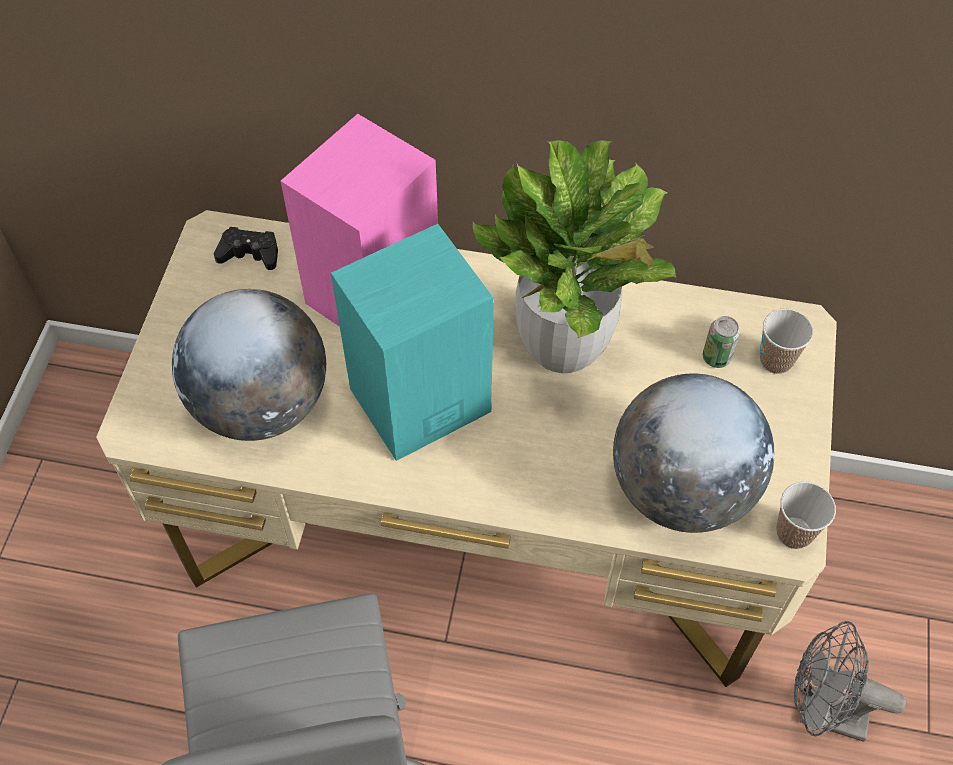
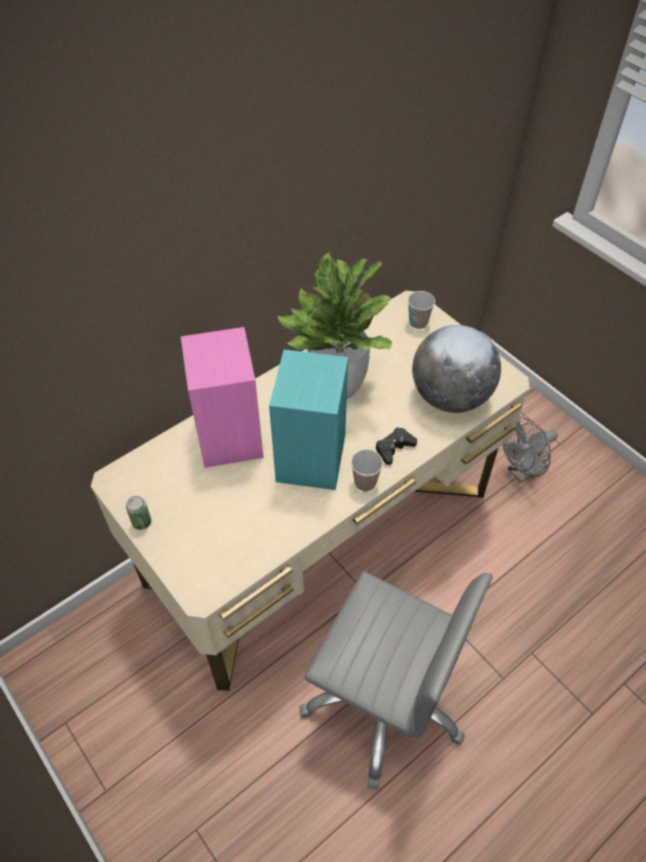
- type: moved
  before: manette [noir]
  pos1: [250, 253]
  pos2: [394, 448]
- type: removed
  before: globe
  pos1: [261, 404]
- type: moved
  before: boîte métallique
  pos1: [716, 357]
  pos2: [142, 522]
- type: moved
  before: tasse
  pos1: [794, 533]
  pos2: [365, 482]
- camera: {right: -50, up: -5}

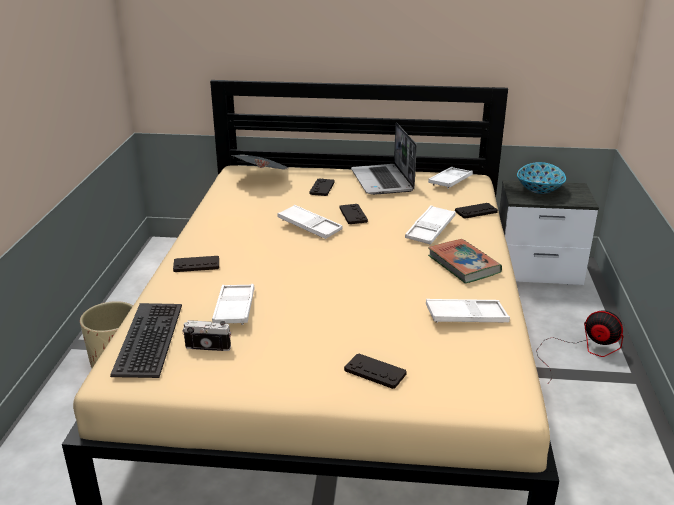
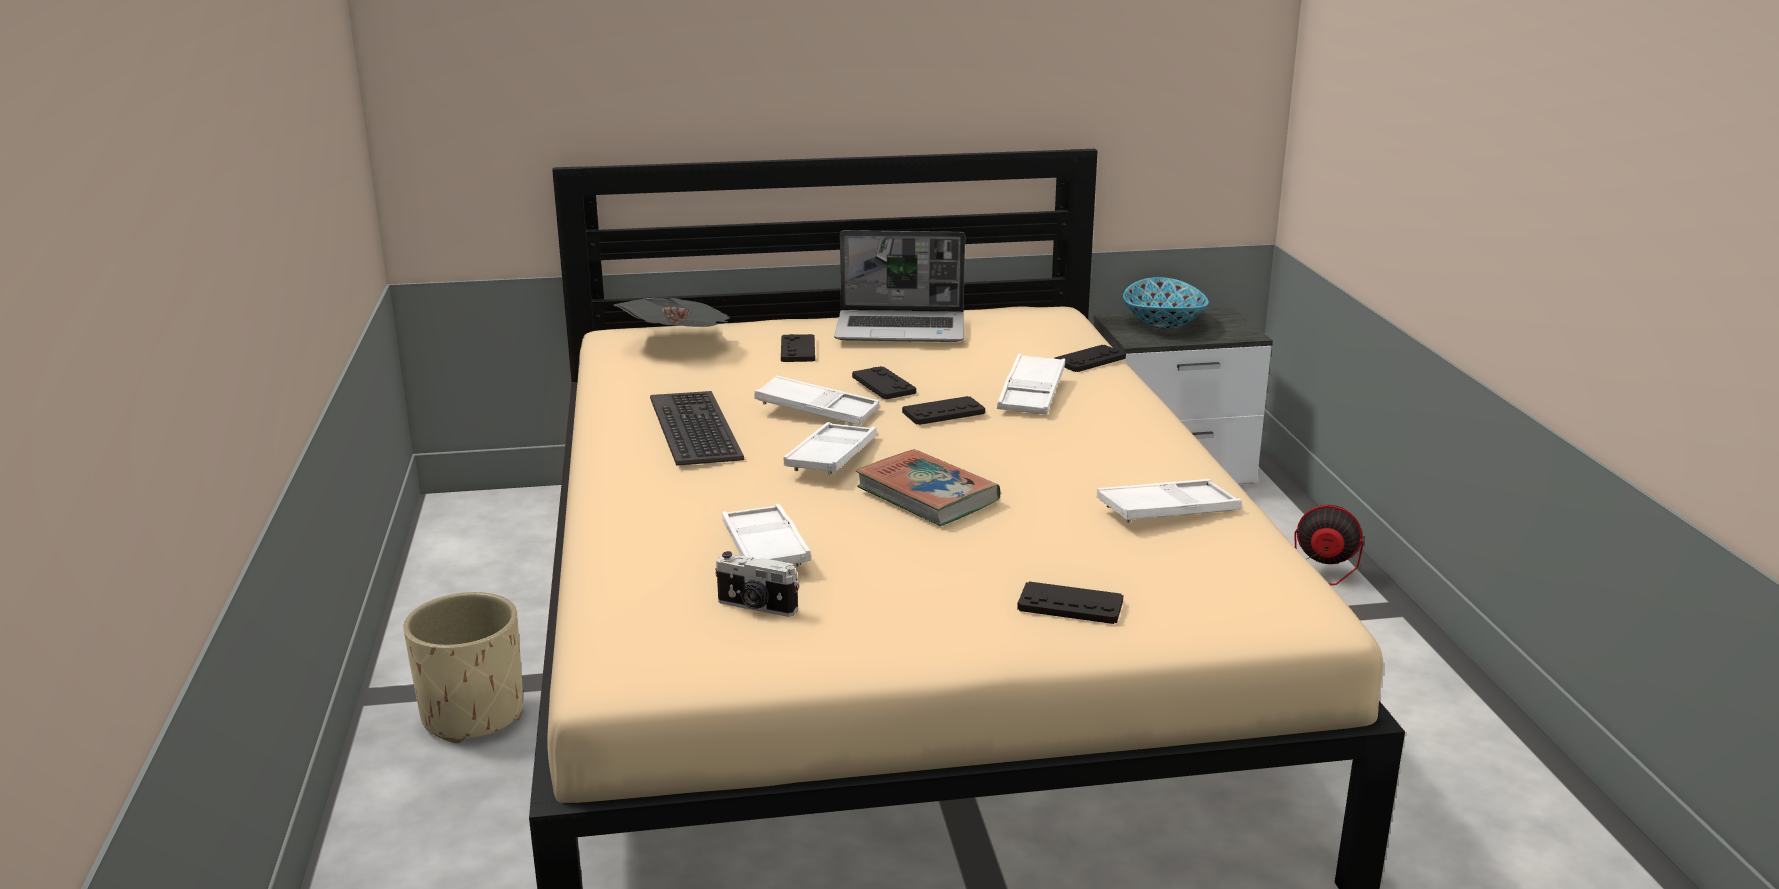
- type: turned
  before: ordinateur portable
  pos1: [383, 181]
  pos2: [902, 329]
  turn: -60
- type: moved
  before: plateau [blanc]
  pos1: [450, 181]
  pos2: [831, 456]
- type: moved
  before: livre
  pos1: [463, 265]
  pos2: [927, 495]
- type: moved
  before: manette [noir]
  pos1: [196, 265]
  pos2: [943, 412]
- type: moved
  before: clavier
  pos1: [150, 339]
  pos2: [696, 429]
- type: turned
  before: appareil photo
  pos1: [208, 346]
  pos2: [756, 607]
  turn: -150
- camera: {right: -15, up: -5}

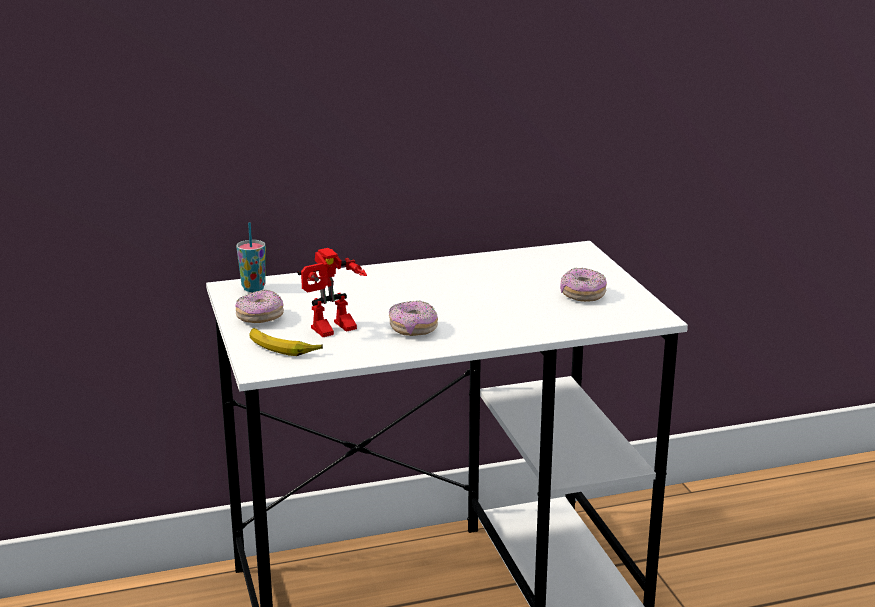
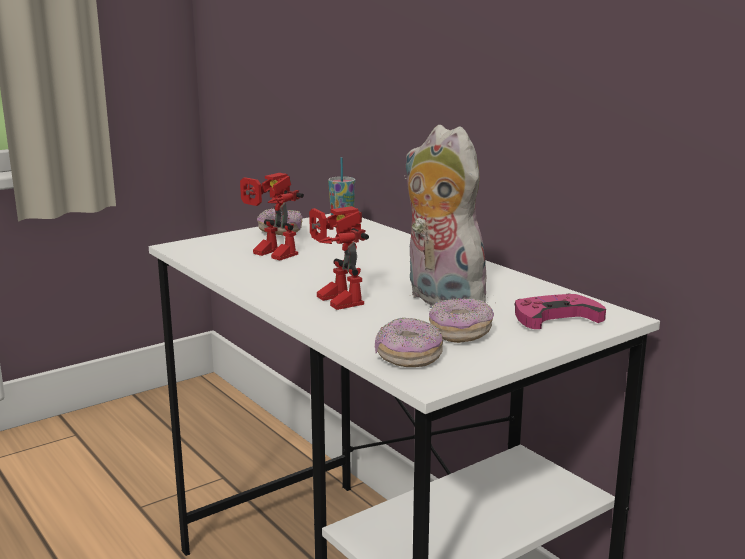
- type: moved
  before: beignet
  pos1: [413, 329]
  pos2: [408, 357]
- type: removed
  before: banane
  pos1: [282, 347]
- type: added
  after: peluche
  pos2: [439, 299]
- type: added
  after: robot jouet
  pos2: [332, 300]
- type: added
  after: manette [rose]
  pos2: [555, 318]
- camera: {right: 70, up: -5}

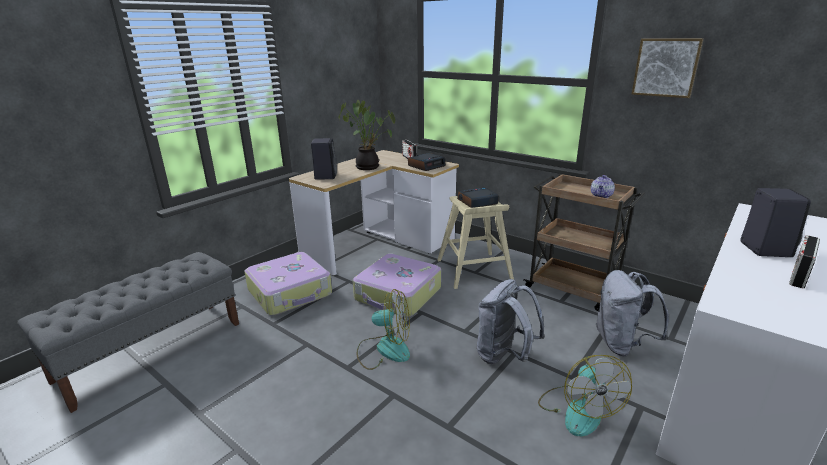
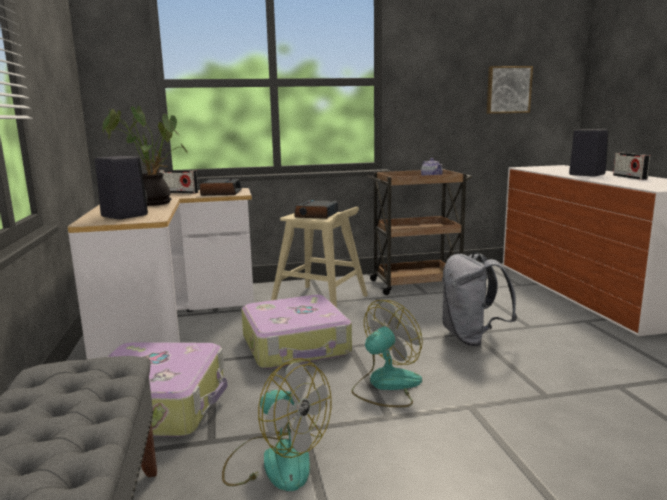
- type: moved
  before: tableau
  pos1: [666, 67]
  pos2: [508, 90]
- type: removed
  before: sac à dos [gris]
  pos1: [621, 344]
- type: moved
  before: ventilateur
  pos1: [578, 410]
  pos2: [275, 461]
- camera: {right: -50, up: -10}

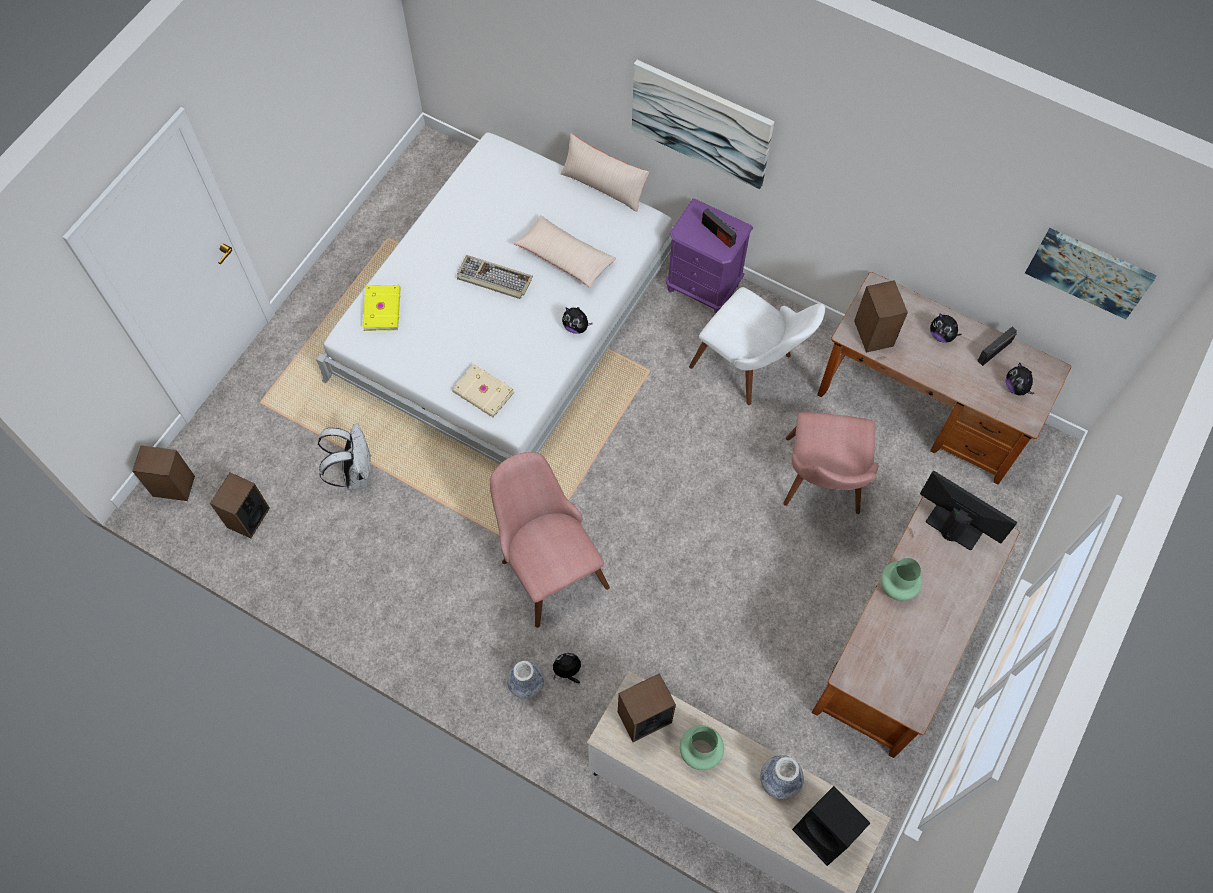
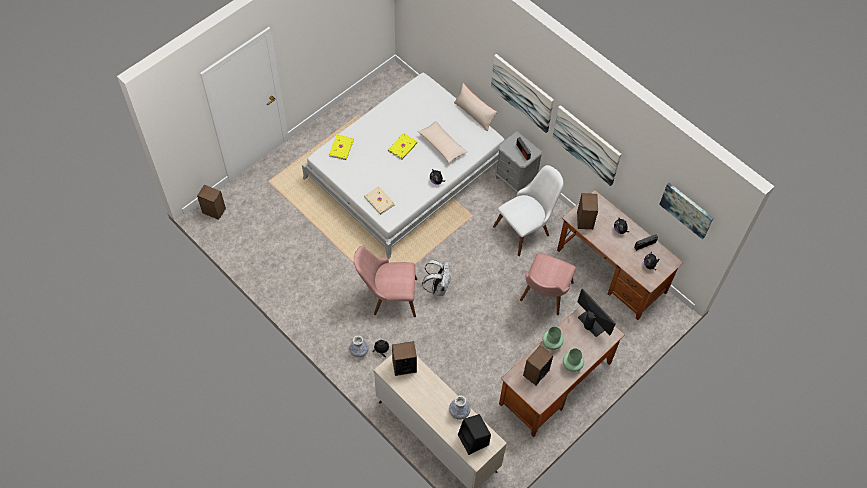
- type: recoloured
  before: table de chevet [violet]
  after: table de chevet [gris]
  pos1: [703, 287]
  pos2: [515, 180]
- type: replaced
  before: clavier
  after: livre [jaune]
  pos1: [493, 279]
  pos2: [402, 147]
- type: turned
  before: chaise [blanc]
  pos1: [751, 367]
  pos2: [527, 227]
  turn: -90
- type: moved
  before: sac à dos [blanc]
  pos1: [354, 472]
  pos2: [438, 287]
- type: turned
  before: chaise [rose]
  pos1: [547, 563]
  pos2: [388, 296]
  turn: -75
- type: moved
  before: enceinte
  pos1: [248, 517]
  pos2: [535, 373]
- type: moved
  before: vase [vert]
  pos1: [701, 752]
  pos2: [572, 365]
- type: added
  after: tableau
  pos2: [586, 145]
- camera: {right: 15, up: -5}

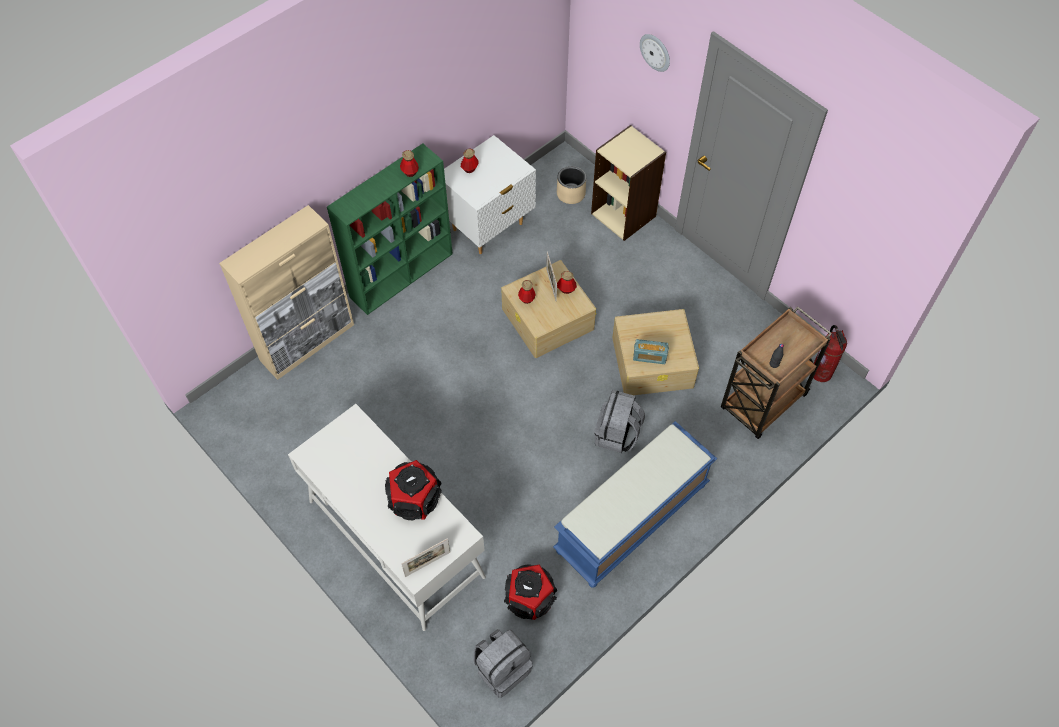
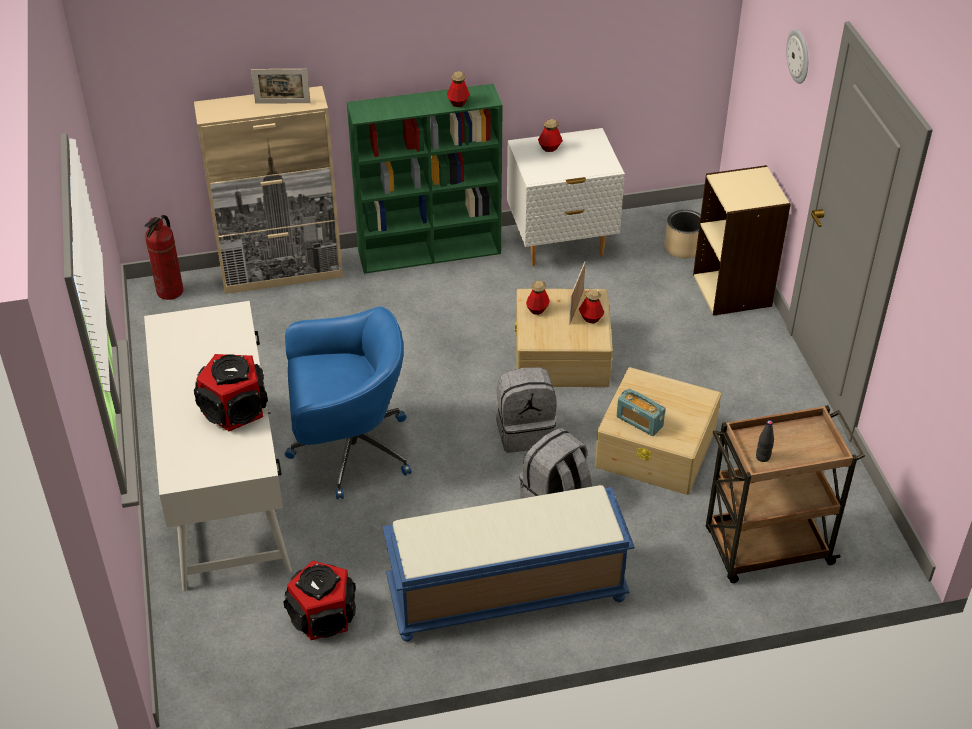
- type: moved
  before: extincteur
  pos1: [821, 373]
  pos2: [170, 291]
- type: moved
  before: cadre photo
  pos1: [427, 564]
  pos2: [282, 103]
- type: moved
  before: sac à dos [gris]
  pos1: [502, 668]
  pos2: [525, 432]
- type: added
  after: chaise de bureau [bleu]
  pos2: [348, 450]
- camera: {right: 30, up: -15}

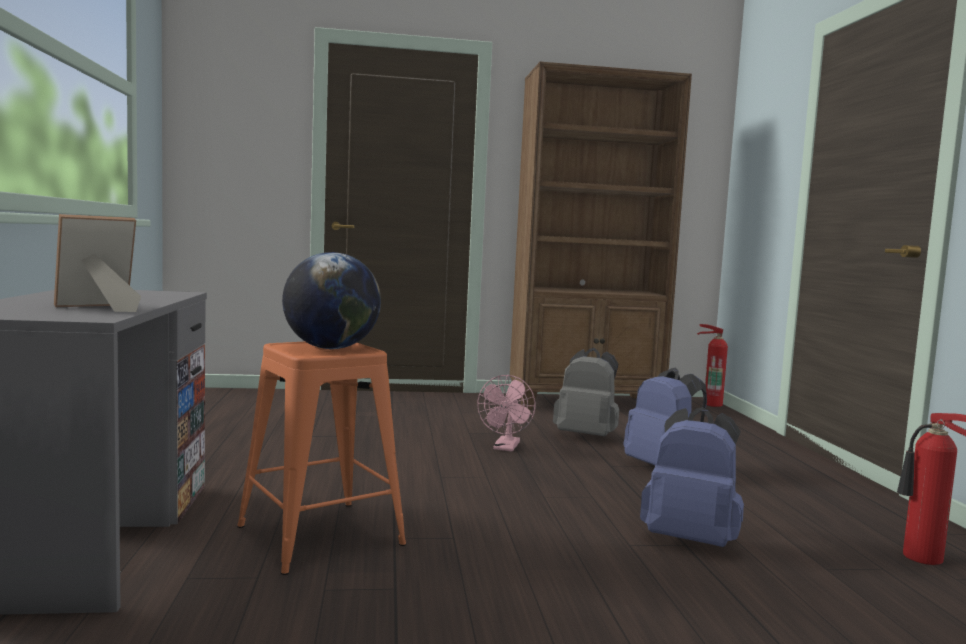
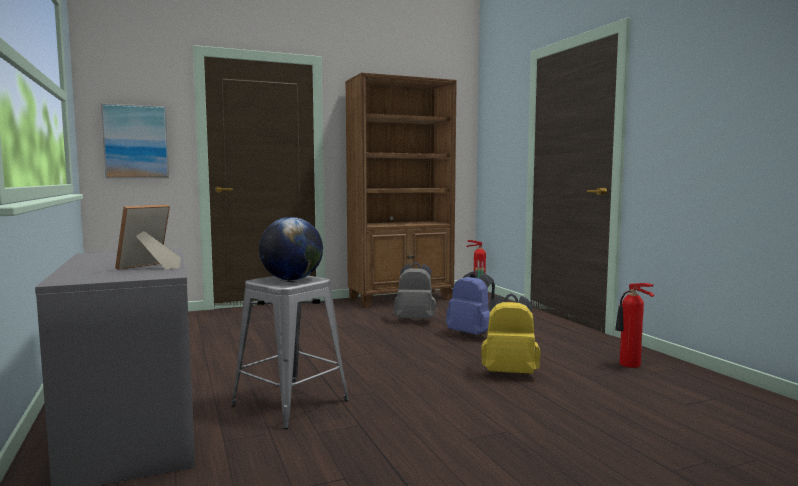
- type: recoloured
  before: tabouret [orange]
  after: tabouret [gris]
  pos1: [320, 535]
  pos2: [290, 403]
- type: removed
  before: ventilateur [rose]
  pos1: [506, 448]
- type: recoloured
  before: sac à dos [bleu]
  after: sac à dos [jaune]
  pos1: [690, 540]
  pos2: [509, 373]
- type: added
  after: tableau
  pos2: [136, 142]
- camera: {right: -15, up: 0}

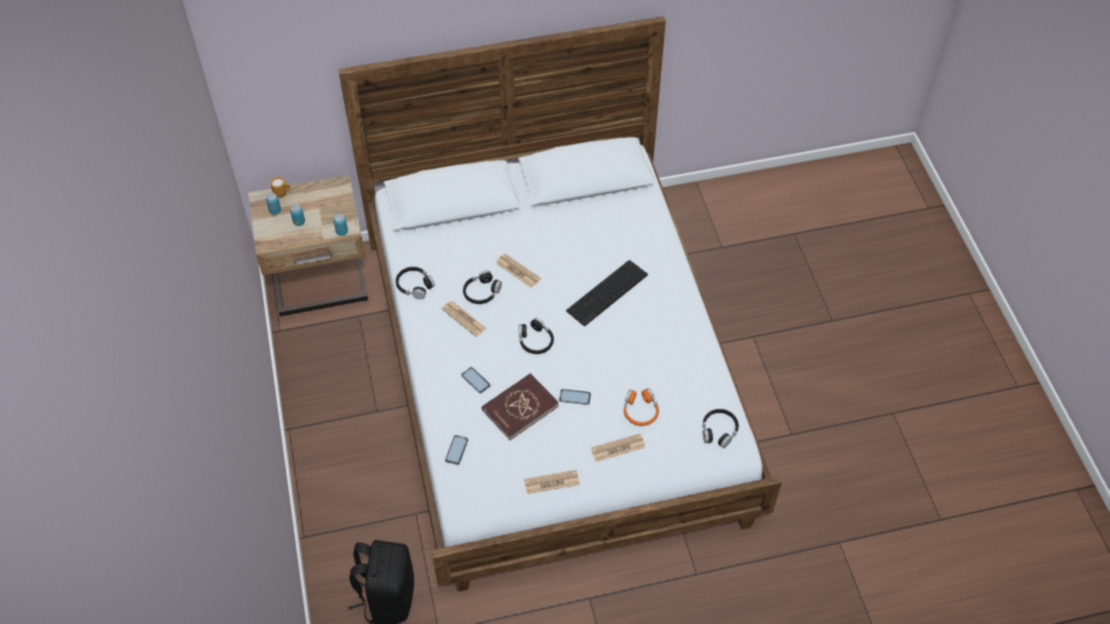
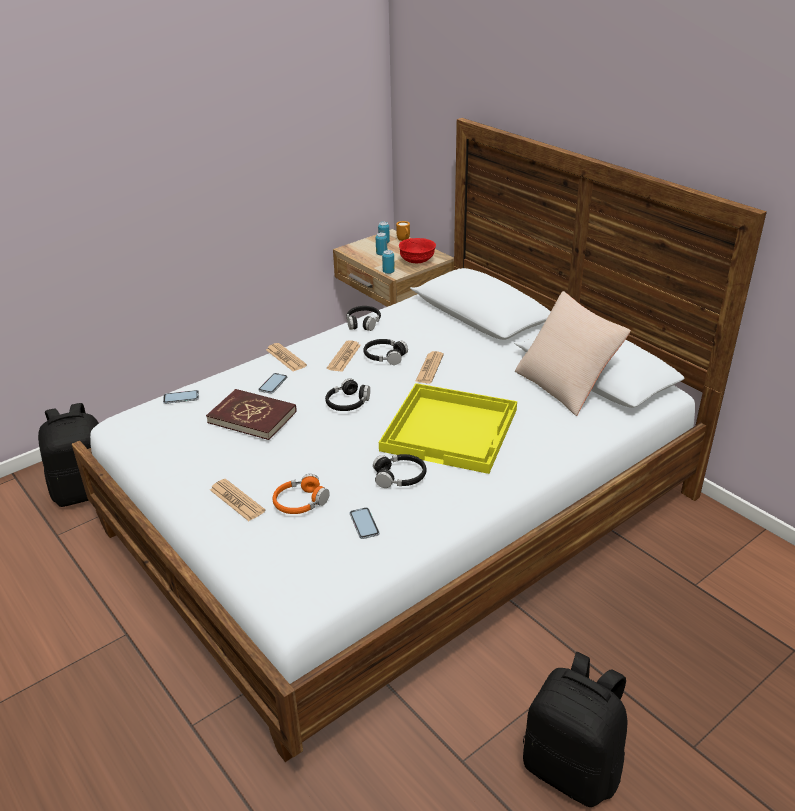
- type: replaced
  before: clavier
  after: plateau [jaune]
  pos1: [607, 292]
  pos2: [451, 429]
- type: moved
  before: téléphone
  pos1: [575, 397]
  pos2: [364, 524]
- type: moved
  before: casque audio [noir]
  pos1: [719, 431]
  pos2: [400, 477]
- type: moved
  before: journal
  pos1: [551, 482]
  pos2: [286, 358]
- type: added
  after: bol [rouge]
  pos2: [416, 261]
- type: added
  after: coussin [beige]
  pos2: [566, 385]
- type: added
  after: sac à dos [noir]
  pos2: [572, 768]
- camera: {right: 65, up: -20}

